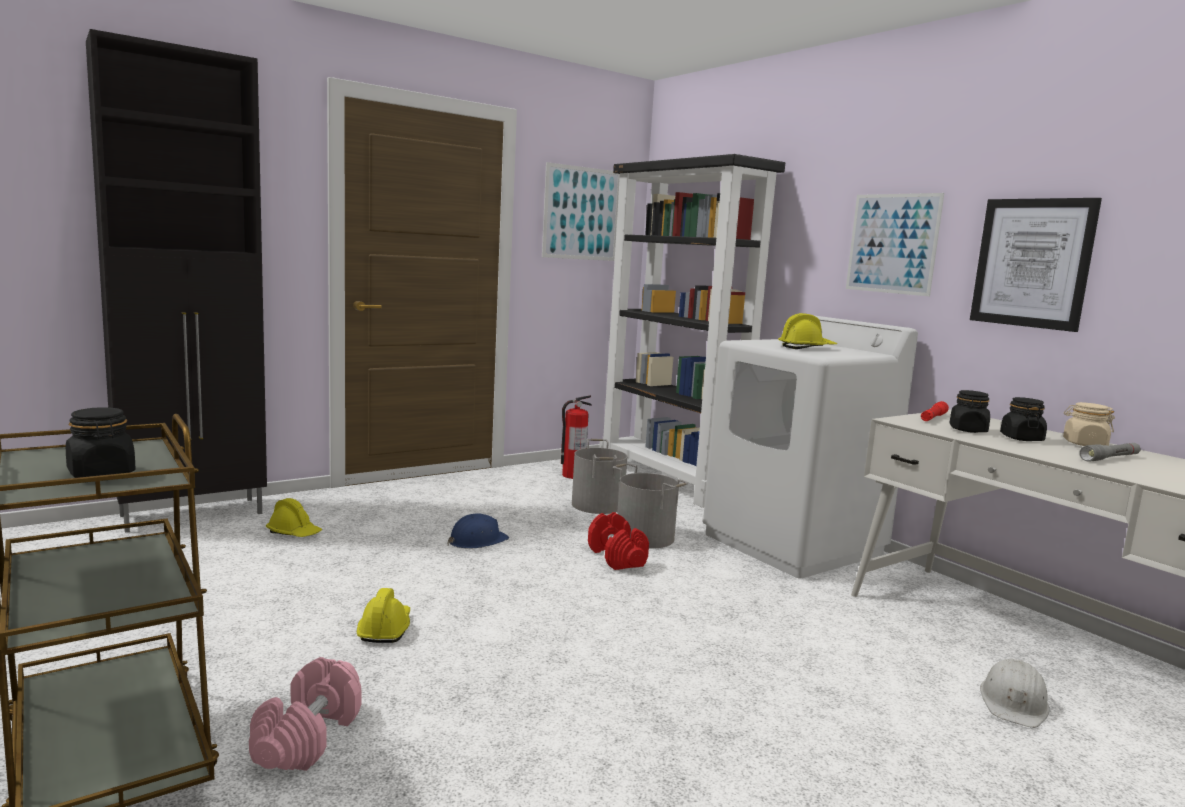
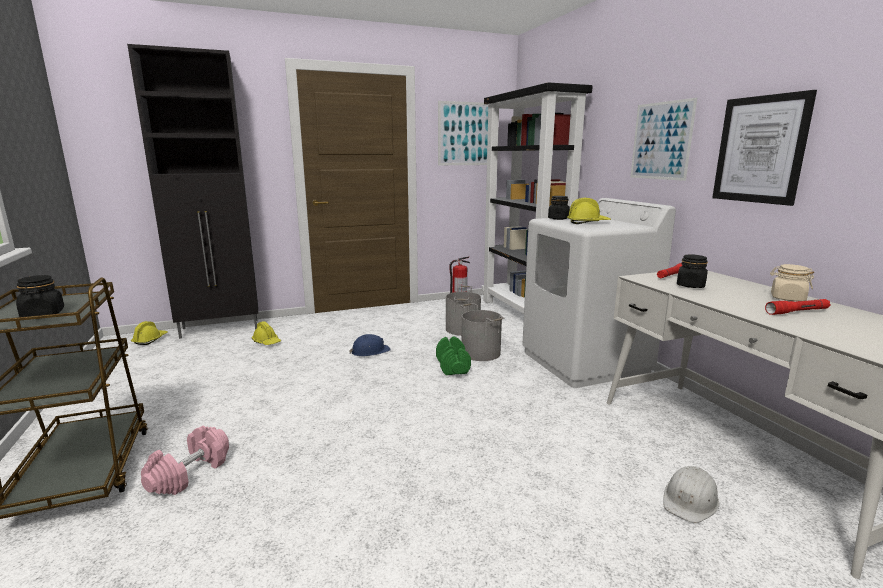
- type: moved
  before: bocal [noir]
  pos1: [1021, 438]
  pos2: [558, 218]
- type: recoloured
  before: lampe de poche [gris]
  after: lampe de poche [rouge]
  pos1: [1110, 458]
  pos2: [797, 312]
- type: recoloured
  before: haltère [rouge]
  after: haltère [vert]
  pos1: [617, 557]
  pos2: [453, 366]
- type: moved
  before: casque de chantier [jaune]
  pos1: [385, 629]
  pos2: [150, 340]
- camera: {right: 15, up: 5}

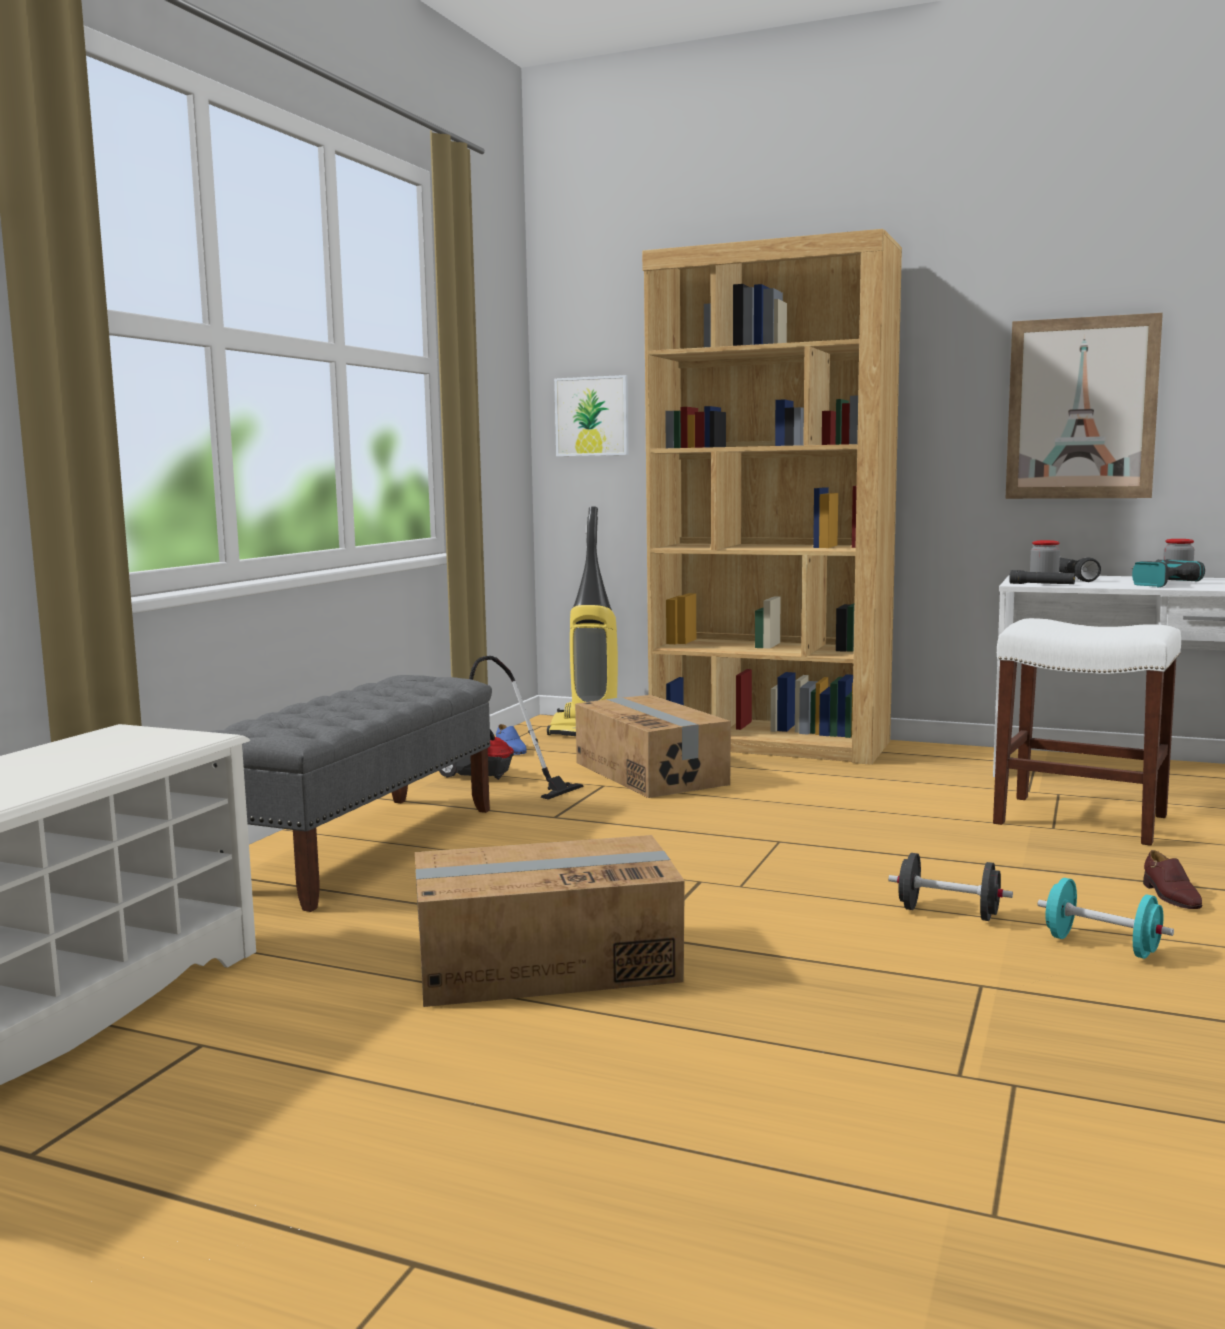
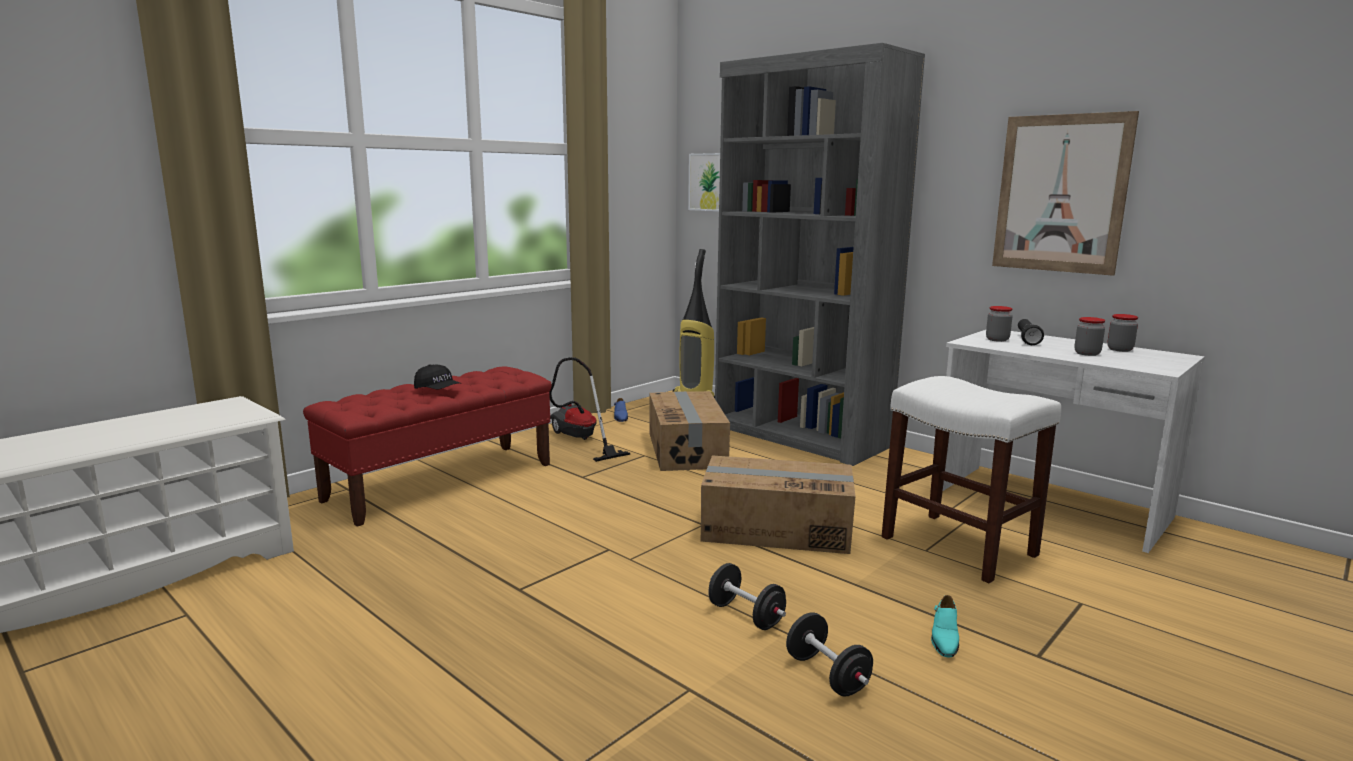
- type: recoloured
  before: bibliothèque [marron]
  after: bibliothèque [gris]
  pos1: [770, 744]
  pos2: [799, 436]
- type: replaced
  before: perceuse
  after: bocal
  pos1: [1156, 583]
  pos2: [1087, 353]
- type: removed
  before: lampe de poche [noir]
  pos1: [1042, 584]
- type: recoloured
  before: banc [gris]
  after: banc [rouge]
  pos1: [361, 848]
  pos2: [442, 481]
- type: moved
  before: carton
  pos1: [545, 962]
  pos2: [776, 528]
- type: recoloured
  before: chaussure [marron]
  after: chaussure [turquoise]
  pos1: [1170, 896]
  pos2: [944, 638]
- type: recoloured
  before: haltère [turquoise]
  after: haltère [noir]
  pos1: [1101, 946]
  pos2: [827, 675]
- type: added
  after: casquette [noir]
  pos2: [438, 390]
- camera: {right: 20, up: 5}

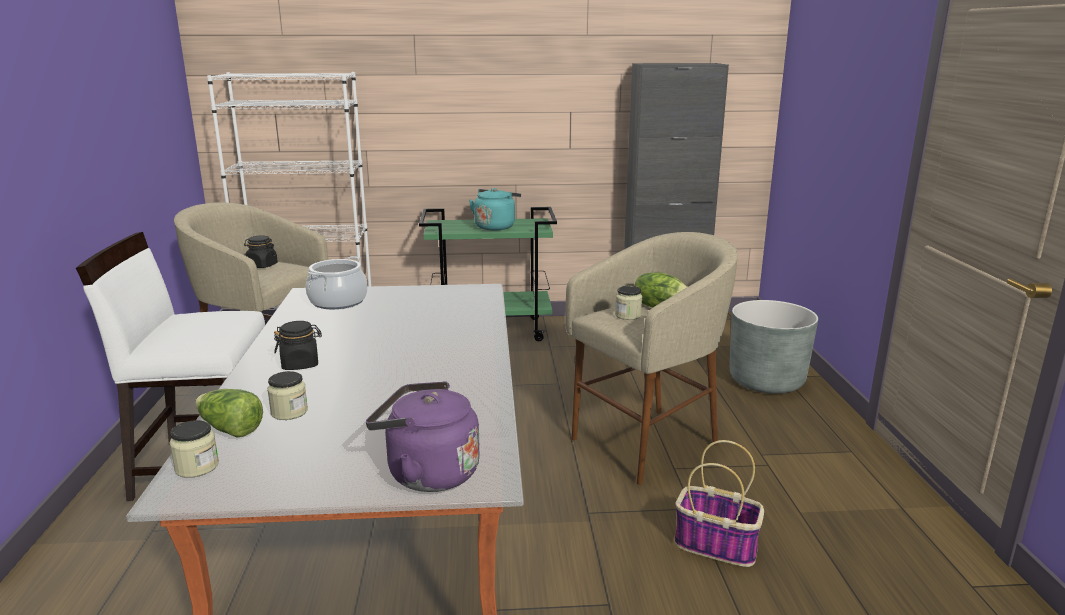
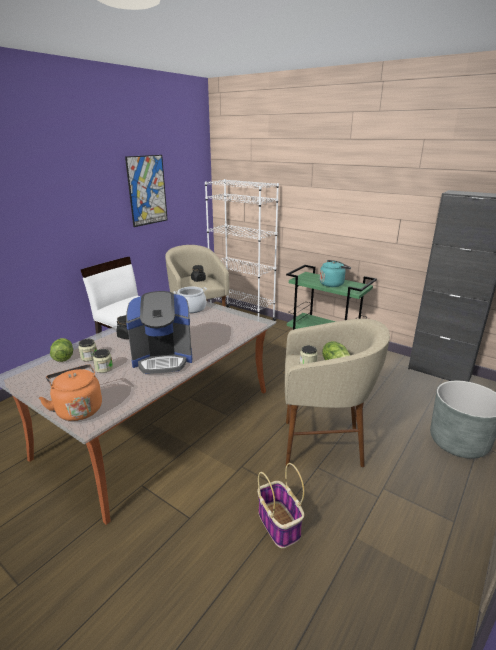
- type: recoloured
  before: bouilloire [violet]
  after: bouilloire [orange]
  pos1: [427, 473]
  pos2: [78, 409]
- type: moved
  before: bocal
  pos1: [197, 467]
  pos2: [104, 368]
- type: added
  after: tableau
  pos2: [147, 190]
- type: added
  after: machine à café
  pos2: [163, 359]
- camera: {right: 40, up: 5}

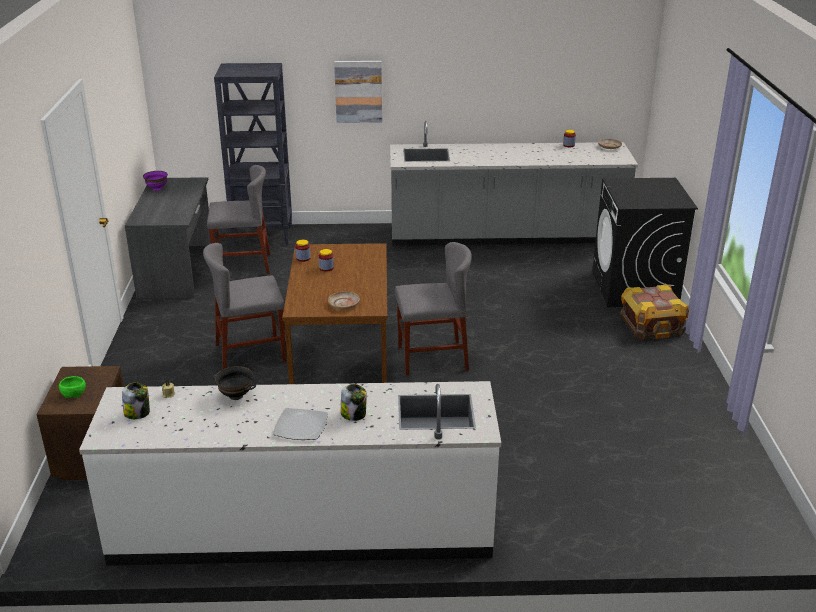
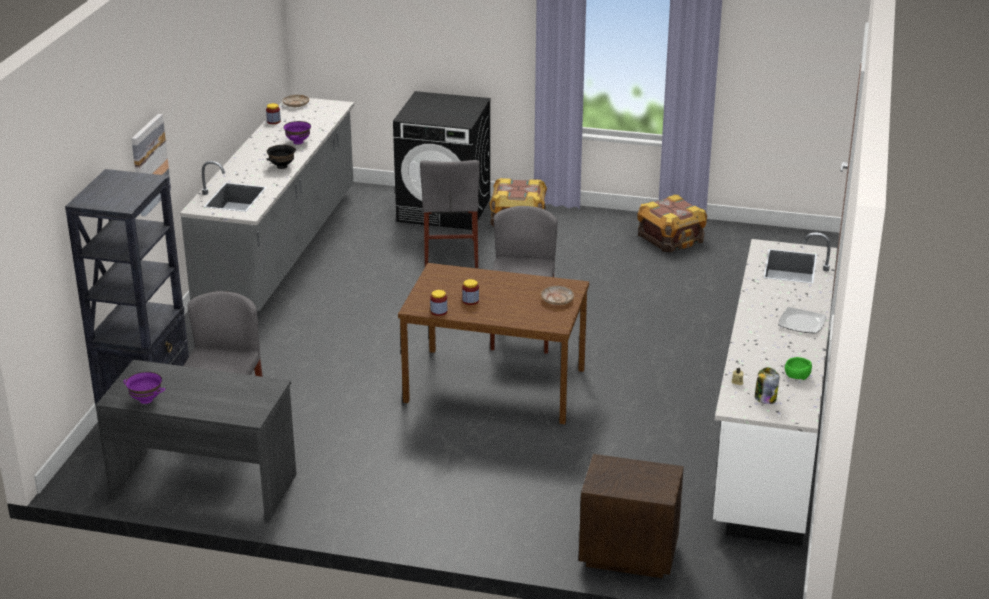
- type: moved
  before: chaise [gris]
  pos1: [250, 353]
  pos2: [450, 253]
- type: moved
  before: bol [noir]
  pos1: [236, 396]
  pos2: [282, 166]
- type: moved
  before: bol [vert]
  pos1: [73, 393]
  pos2: [796, 375]
- type: removed
  before: bocal
  pos1: [354, 414]
- type: added
  after: bol [violet]
  pos2: [298, 142]
- type: added
  after: caisse
  pos2: [670, 238]
- camera: {right: -75, up: 0}

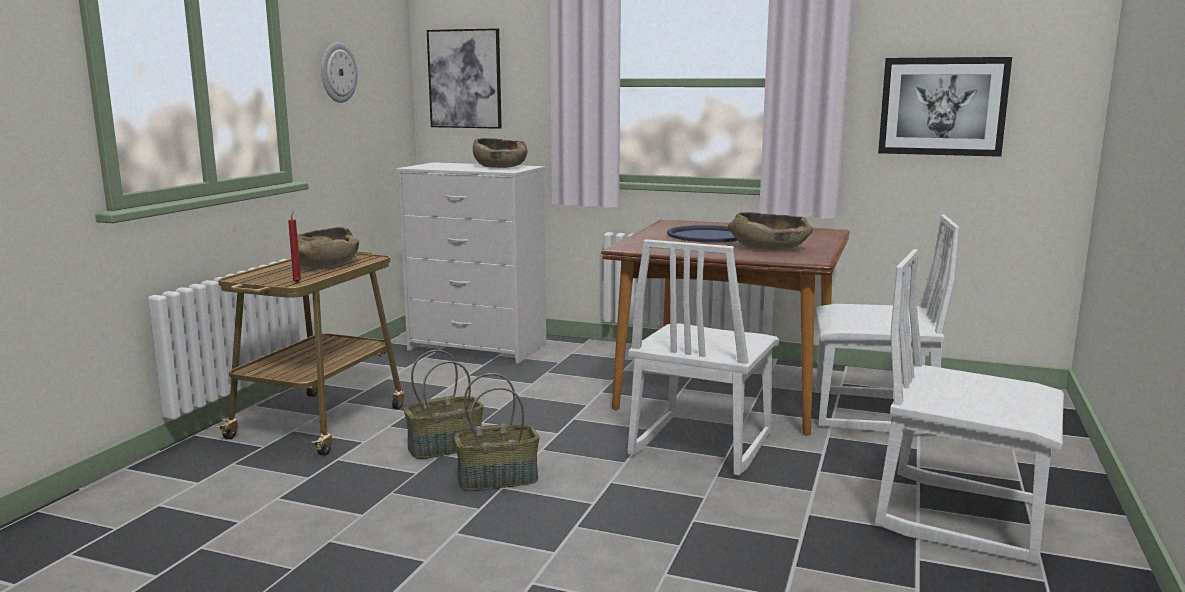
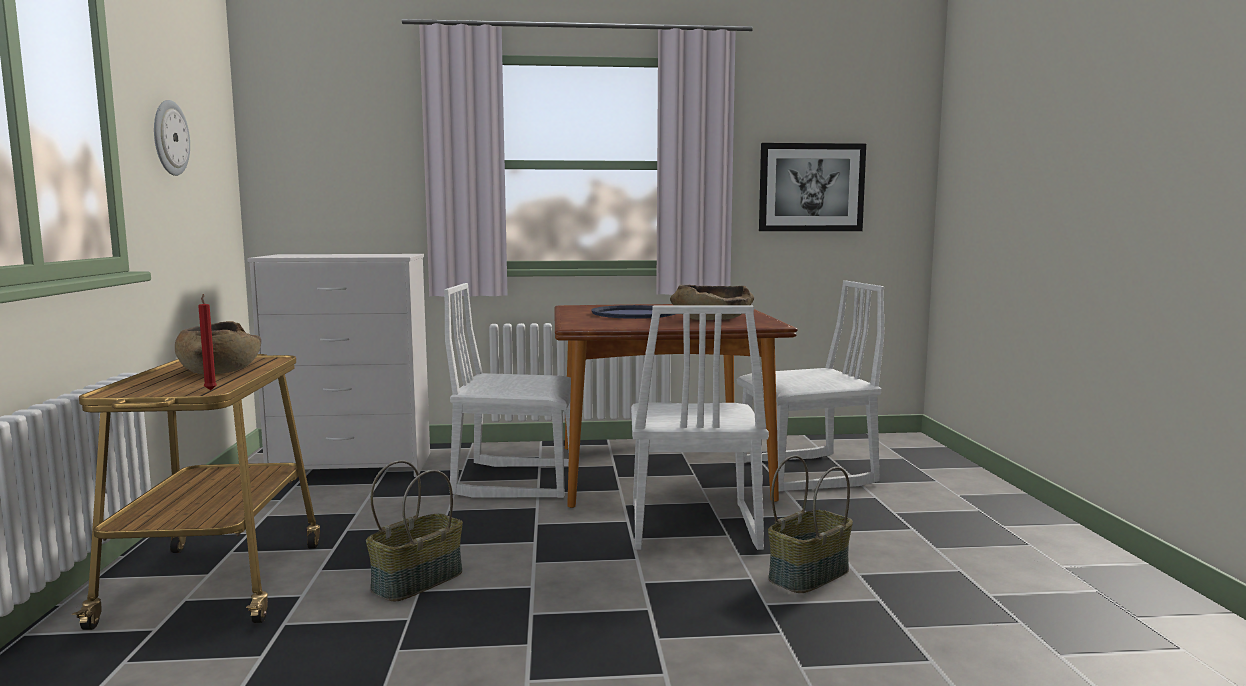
- type: removed
  before: tableau
  pos1: [465, 79]
- type: removed
  before: bol [marron]
  pos1: [500, 167]
- type: moved
  before: chaise [blanc]
  pos1: [961, 515]
  pos2: [516, 480]
- type: moved
  before: panier
  pos1: [498, 478]
  pos2: [808, 574]
- camera: {right: -25, up: -5}

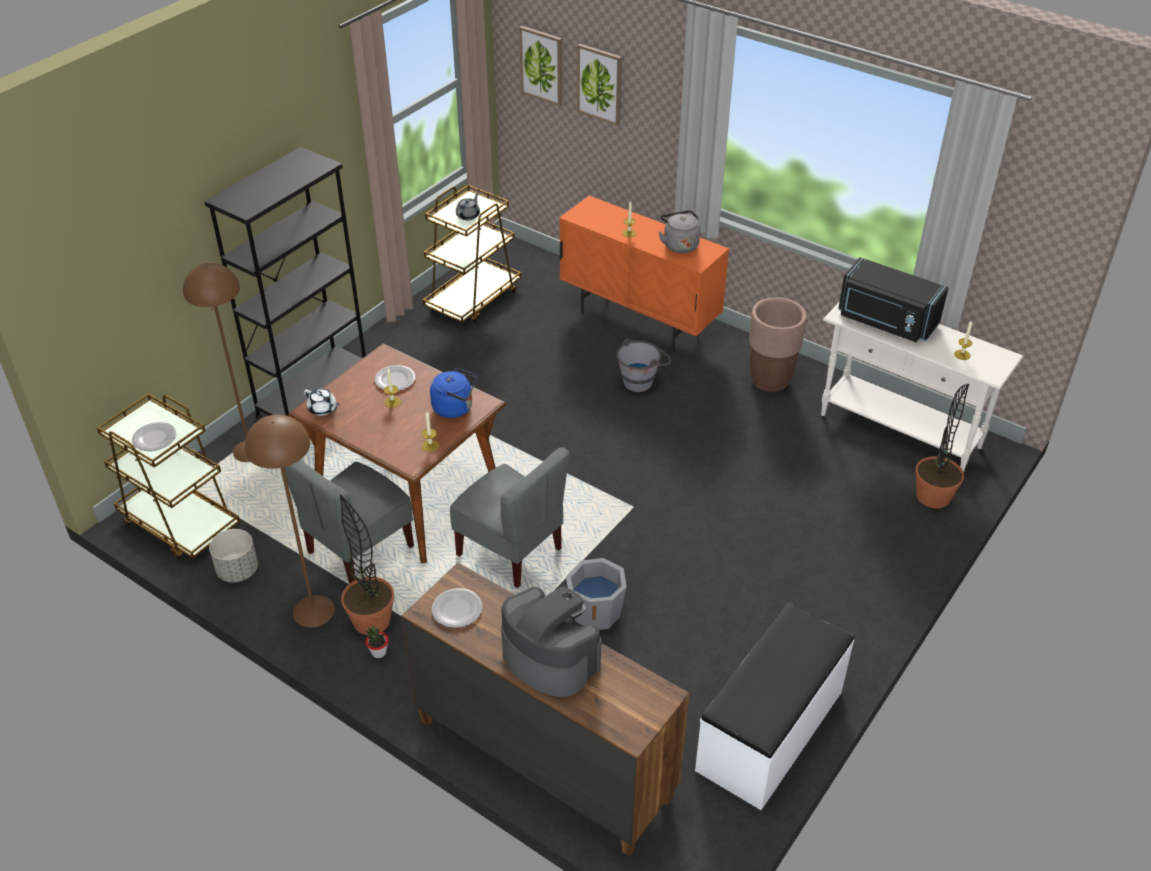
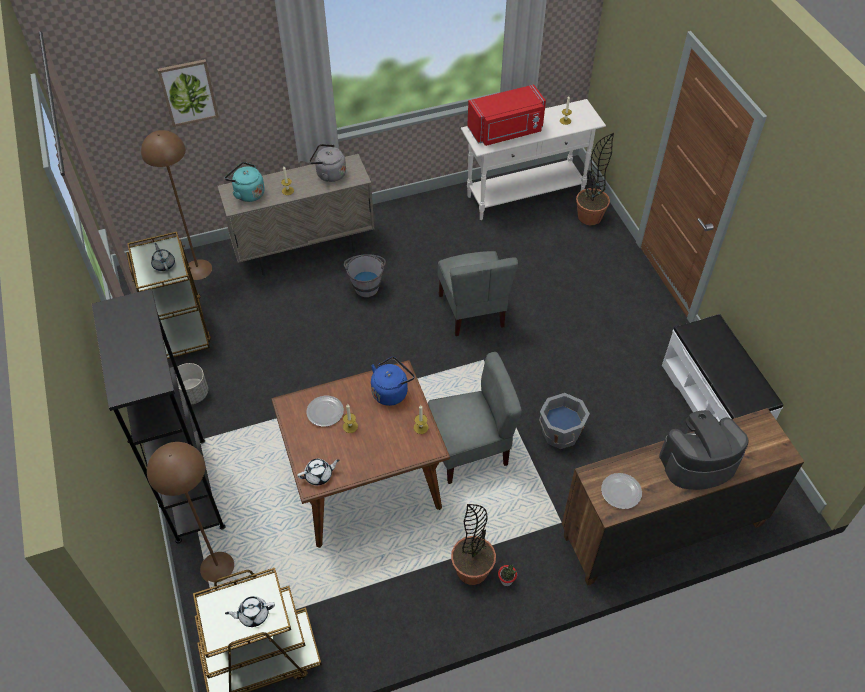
- type: removed
  before: tableau
  pos1: [542, 65]
- type: recoloured
  before: meuble de rangement [orange]
  after: meuble de rangement [beige]
  pos1: [639, 322]
  pos2: [305, 250]
- type: recoloured
  before: micro-ondes [noir]
  after: micro-ondes [rouge]
  pos1: [886, 321]
  pos2: [506, 131]
- type: removed
  before: cache-pot [marron]
  pos1: [770, 381]
- type: moved
  before: lampadaire [marron]
  pos1: [313, 611]
  pos2: [197, 269]
- type: replaced
  before: assiette
  after: théière [blanc]
  pos1: [154, 438]
  pos2: [253, 614]
- type: moved
  before: chaise [gris]
  pos1: [359, 549]
  pos2: [473, 311]
- type: moved
  before: cache-pot [gris]
  pos1: [238, 570]
  pos2: [192, 394]
- type: added
  after: bouilloire [turquoise]
  pos2: [248, 193]
- camera: {right: -55, up: 10}

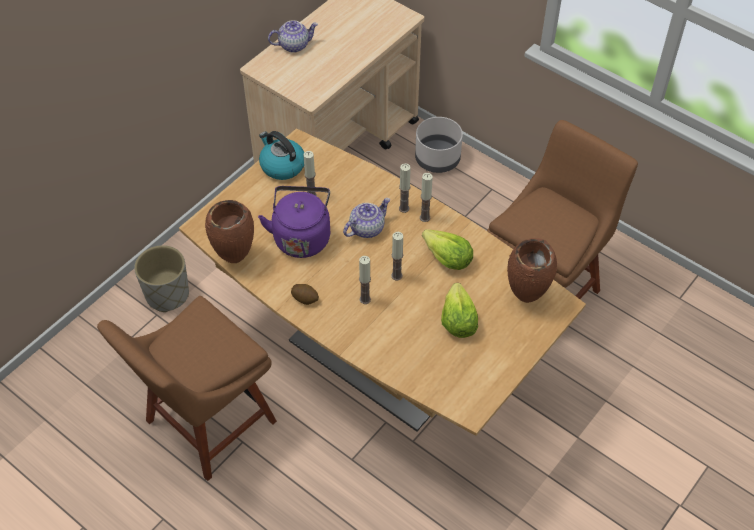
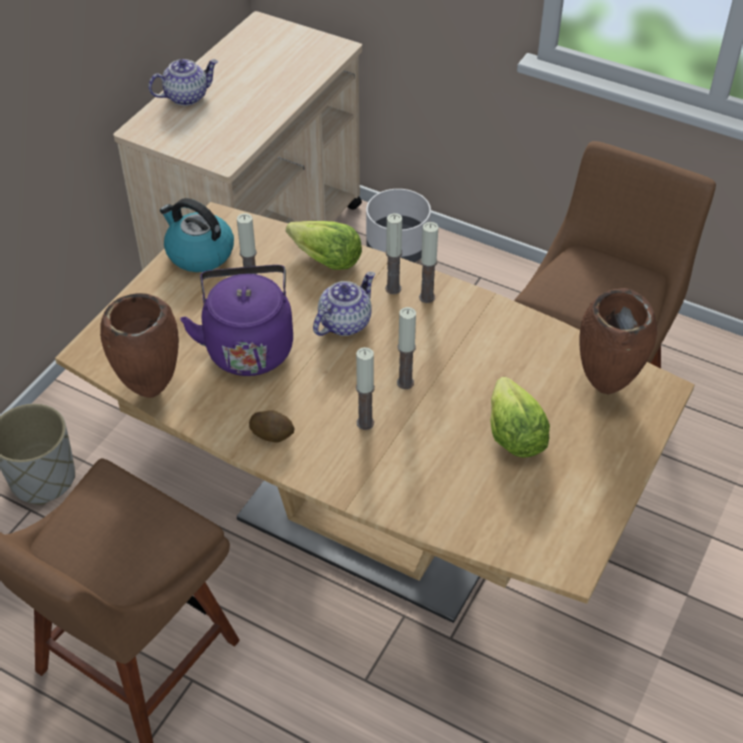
- type: moved
  before: laitue
  pos1: [447, 258]
  pos2: [325, 260]
- camera: {right: -10, up: -5}

